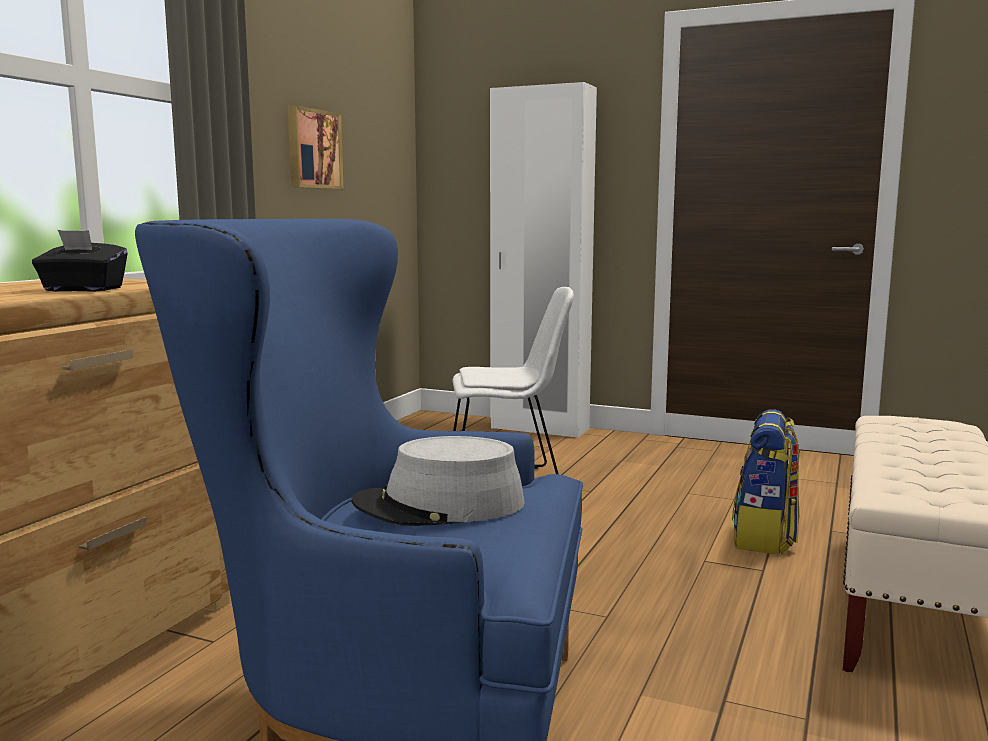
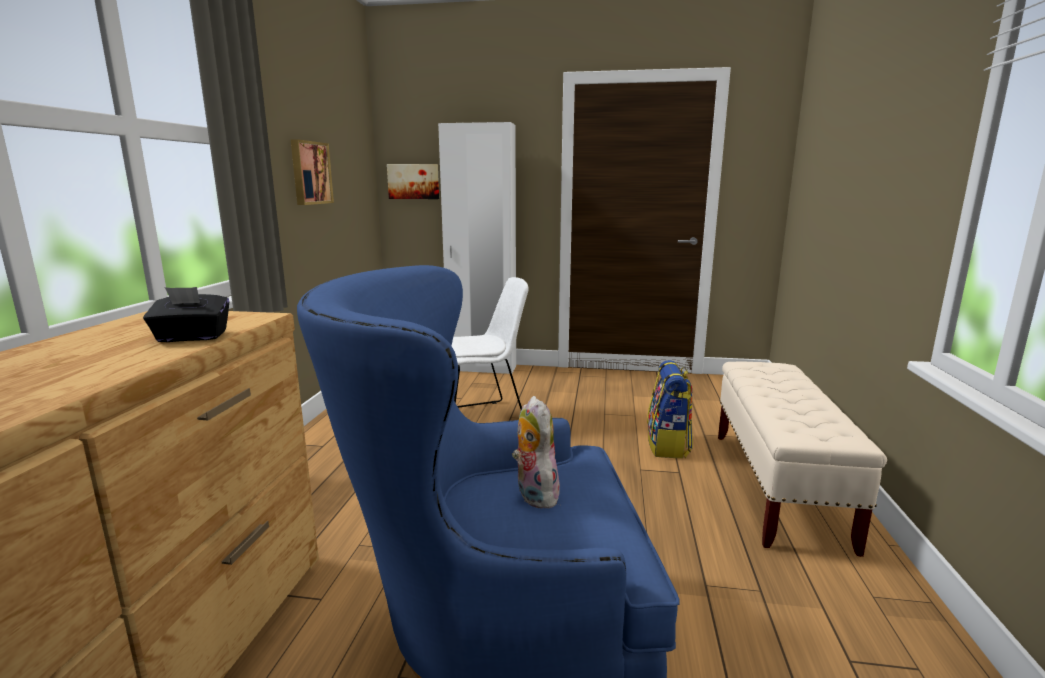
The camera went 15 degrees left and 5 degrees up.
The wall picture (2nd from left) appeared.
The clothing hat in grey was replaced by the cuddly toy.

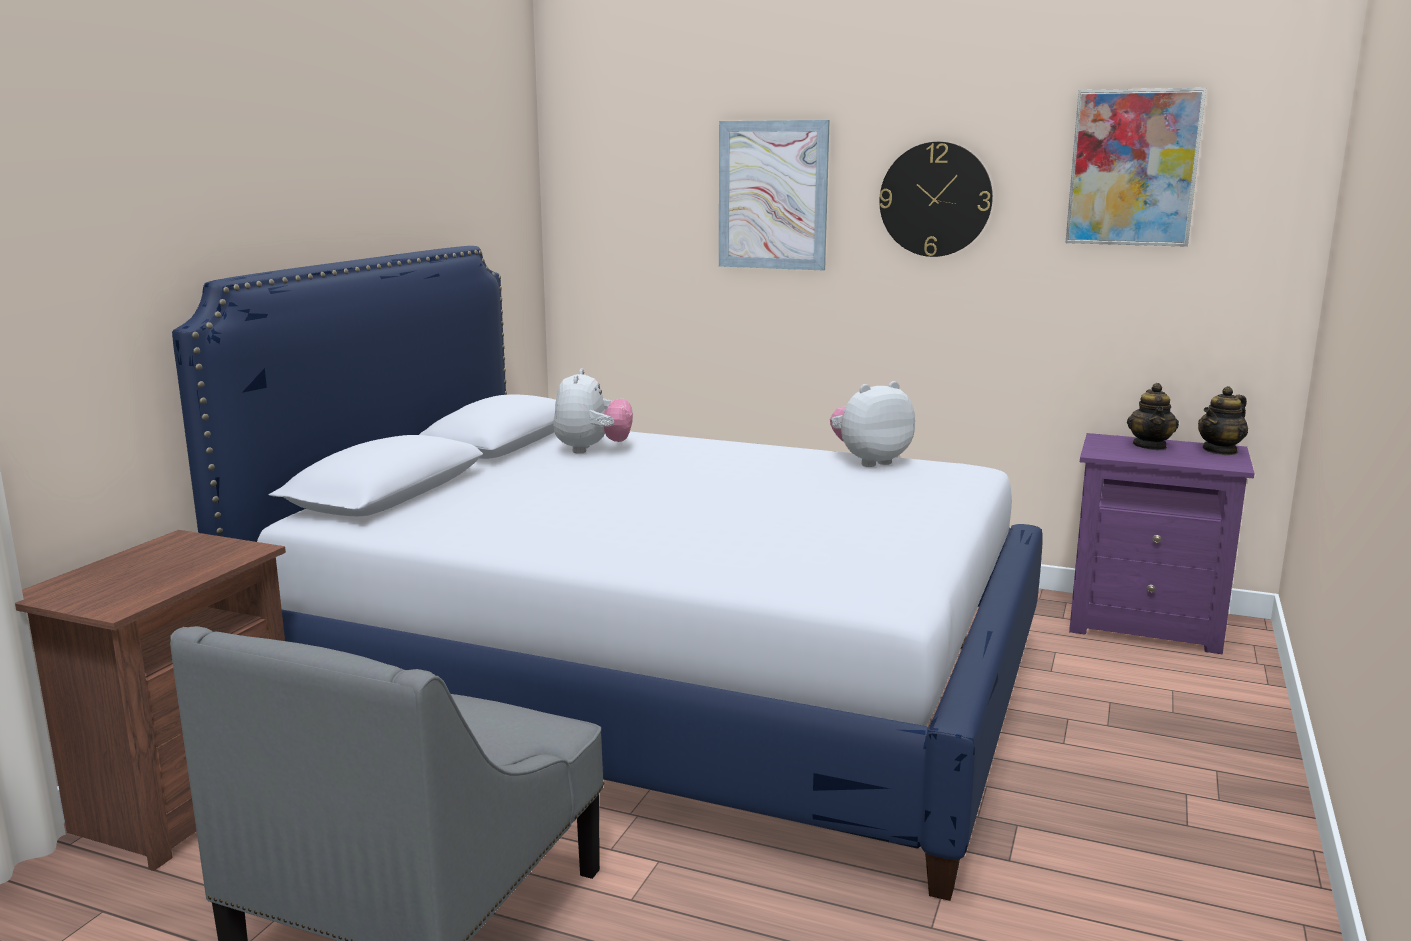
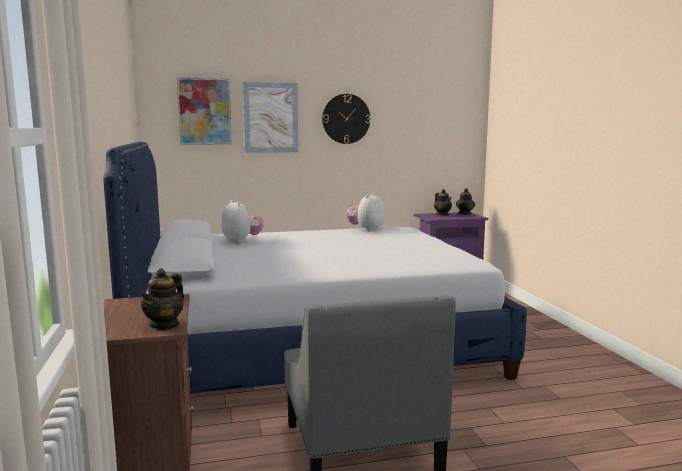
The camera went 35 degrees left and 5 degrees down.
The tea pot (1st from left) appeared.
The wall picture (2nd from left in the first image) moved.

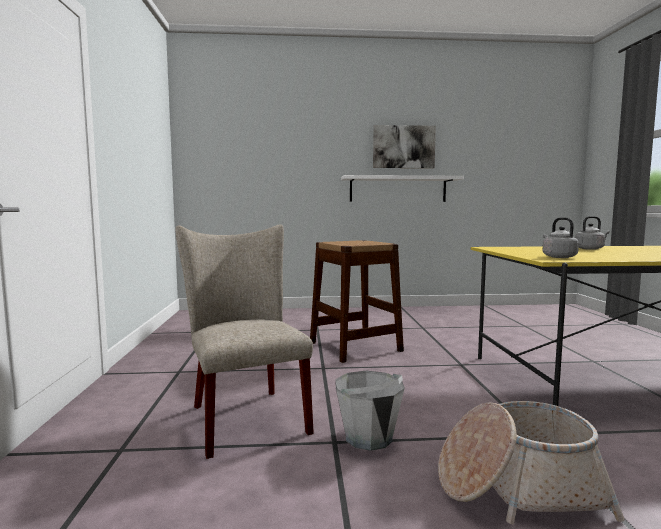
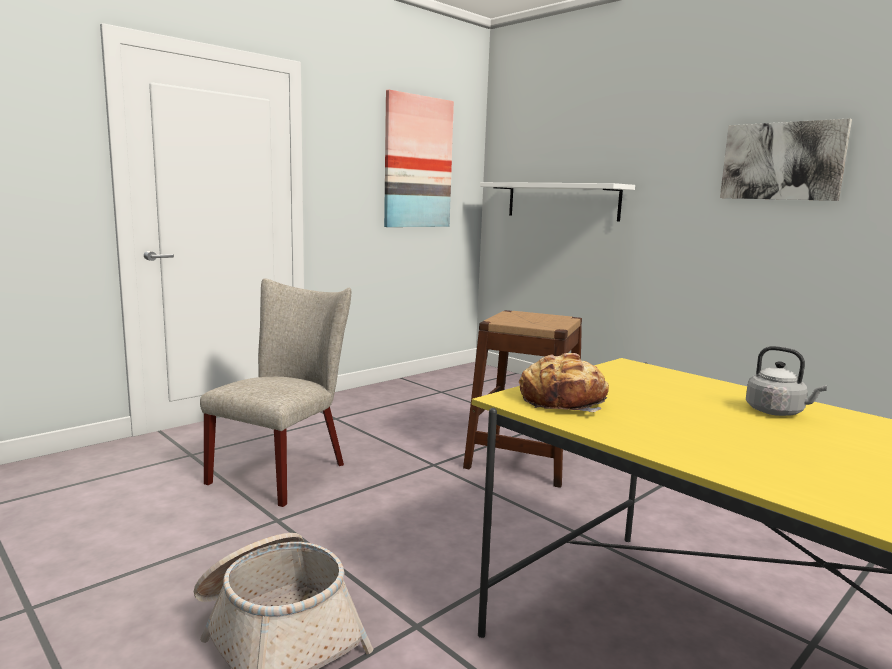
The camera went 50 degrees right and 5 degrees up.
The wall picture (1st from left) appeared.
The bracket shelf in white moved.
The tea kettle in grey (1st from left) was replaced by the baked bread.
The water bucket in grey disappeared.

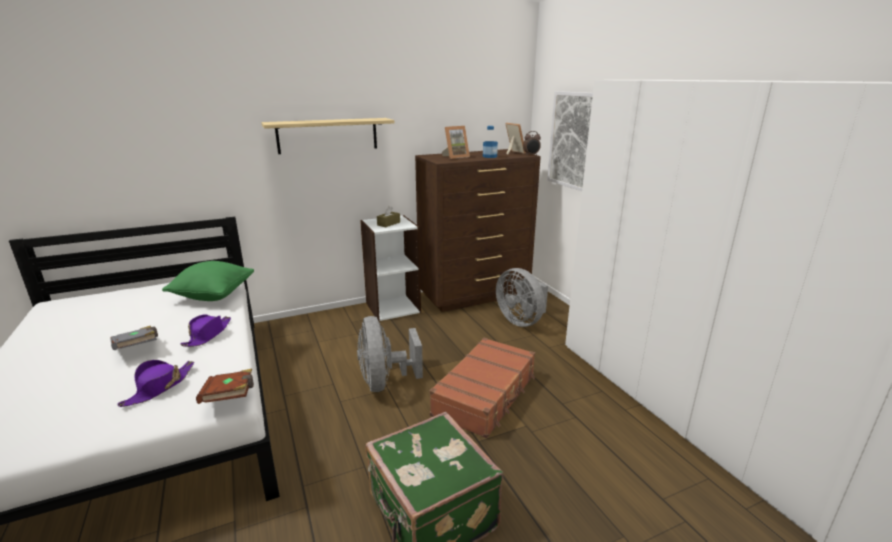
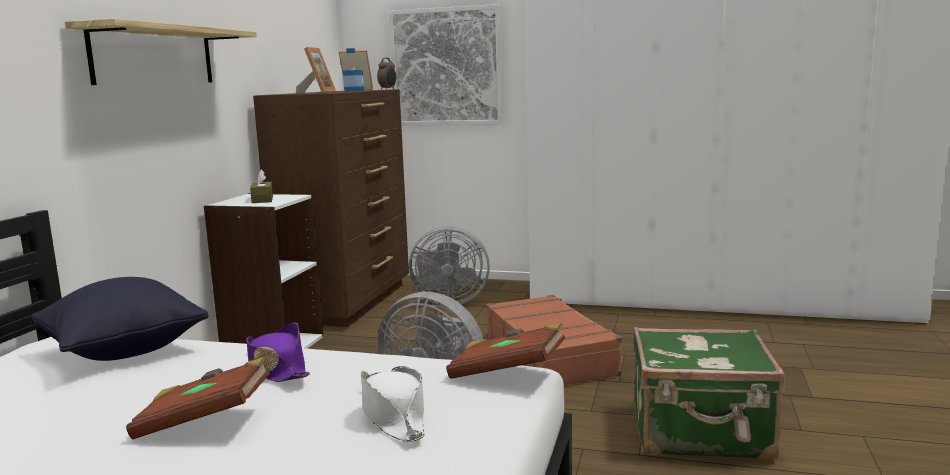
The camera went 50 degrees left and 10 degrees down.
The pillow in greenish became the pillow in black-coloured.
The book in grey became the book in brown-coloured (1st from left).
The clothing hat in purplish (1st from left) became the clothing hat in white.

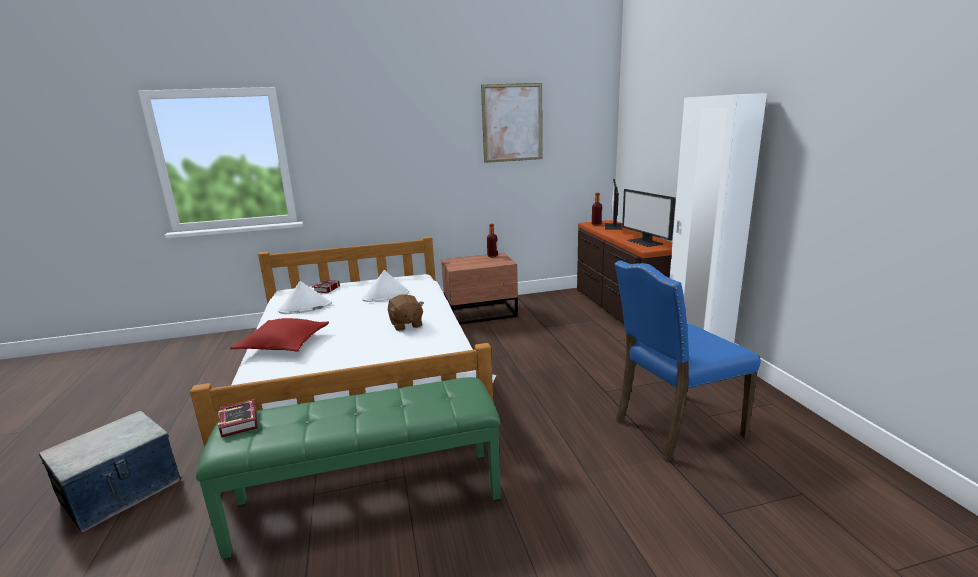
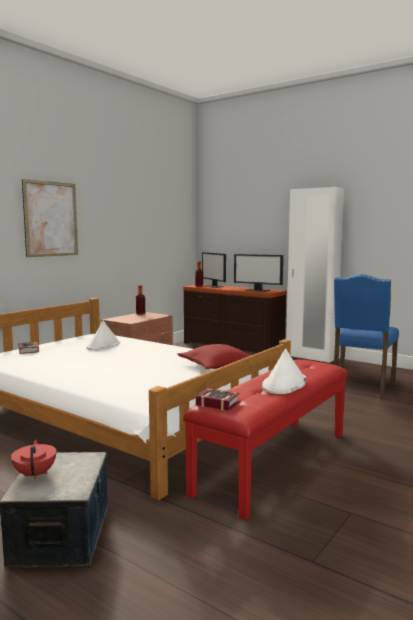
The camera went 40 degrees left and 10 degrees down.
The tea pot in red-coloured appeared.
The wall picture moved.
The pillow in red-coloured moved.
The indoor bench in greenish became the indoor bench in red-coloured.
The clothing hat in white (1st from left in the first image) moved.
The cuddly toy in brown-coloured disappeared.

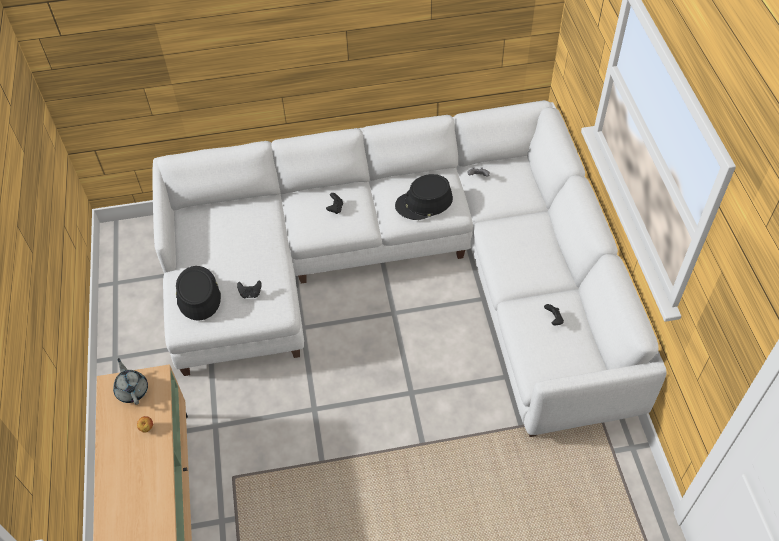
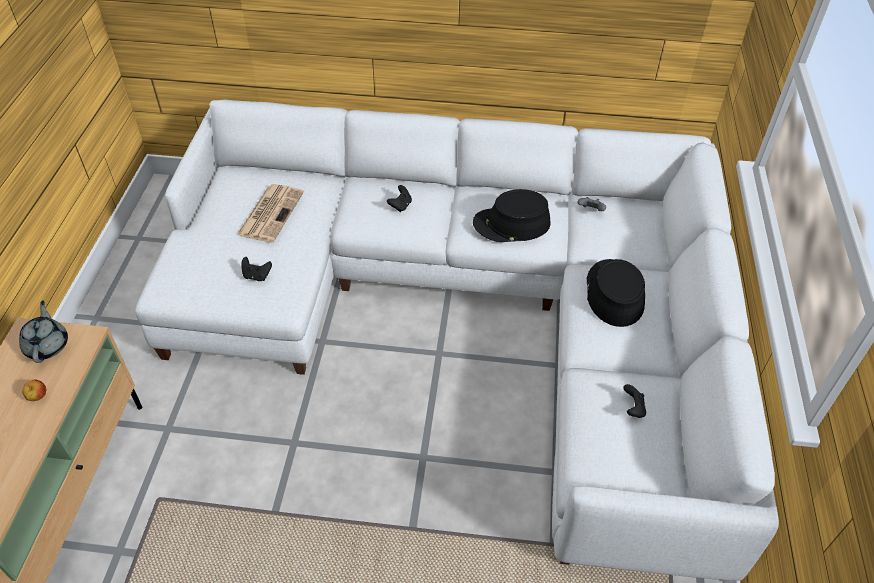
The camera went 15 degrees right and 5 degrees down.
The newspaper appeared.
The clothing hat in black-coloured (1st from left in the first image) moved.

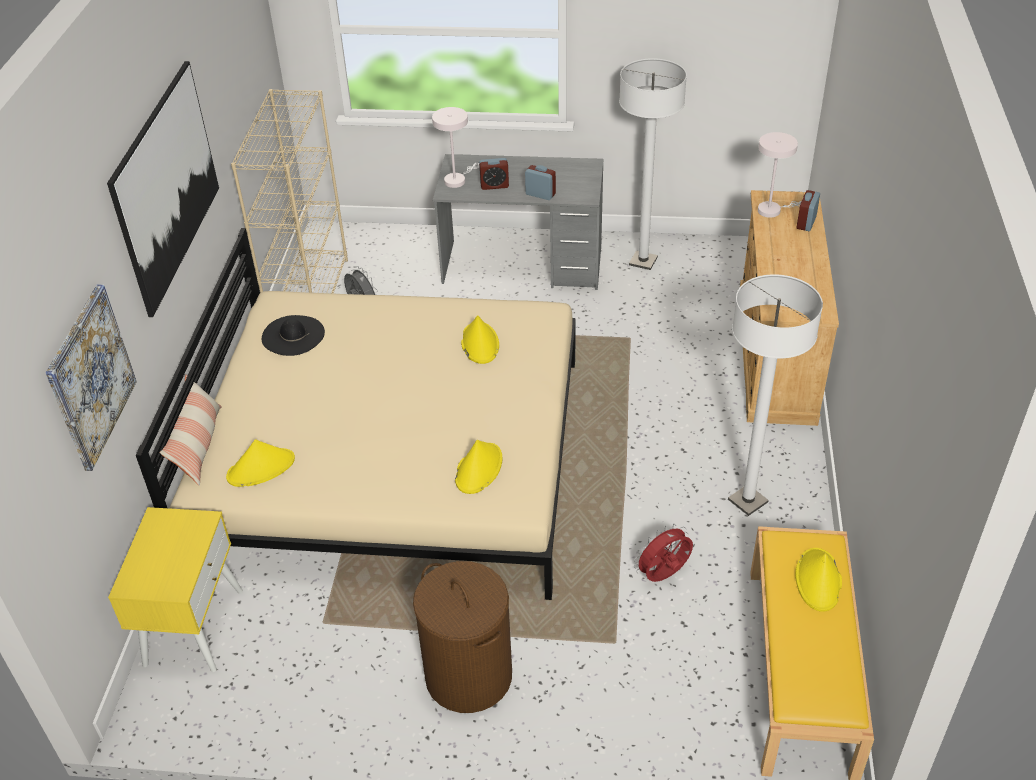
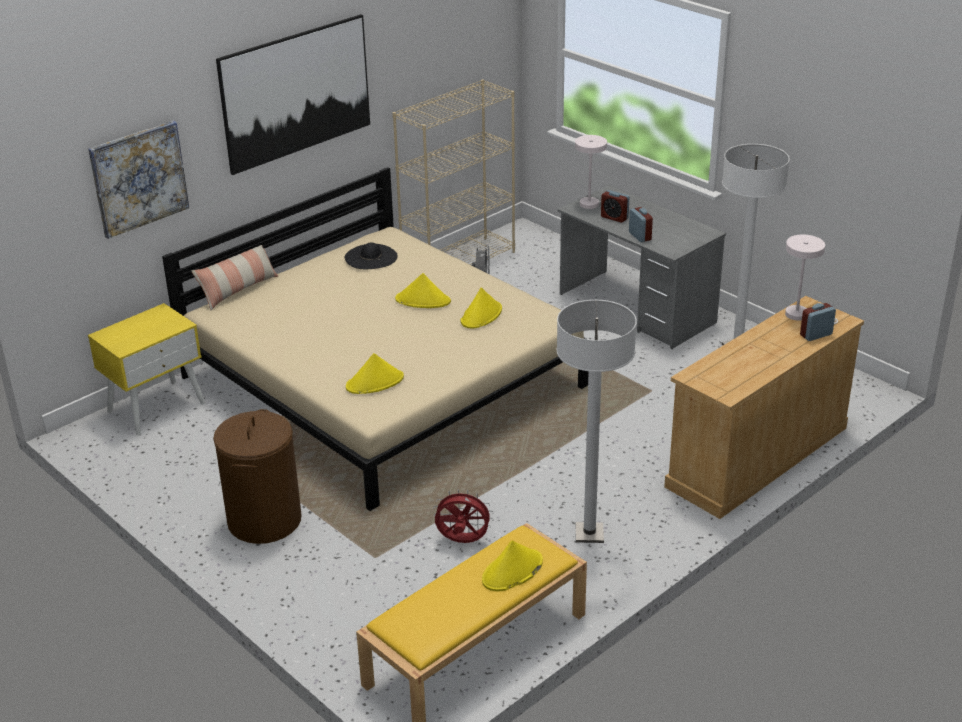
The camera went 40 degrees right and 10 degrees down.
The clothing hat in yellow-coloured (1st from left in the first image) moved.

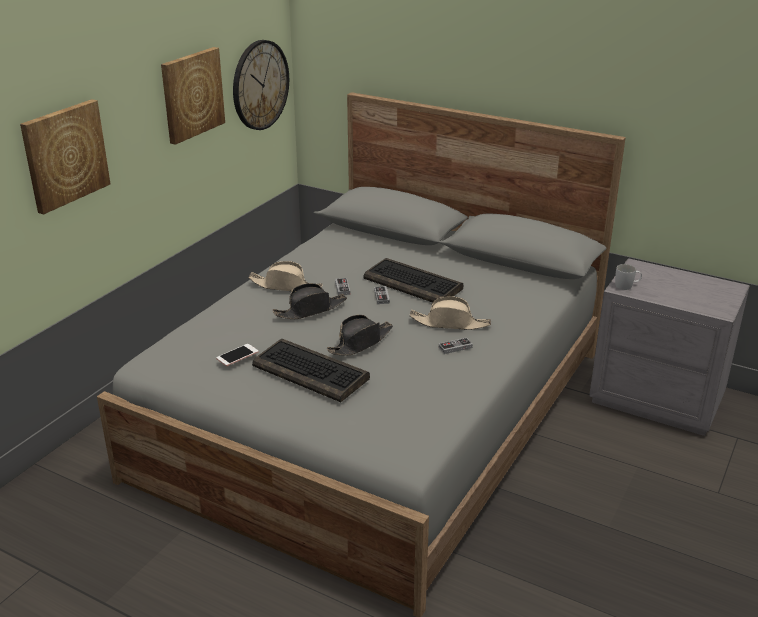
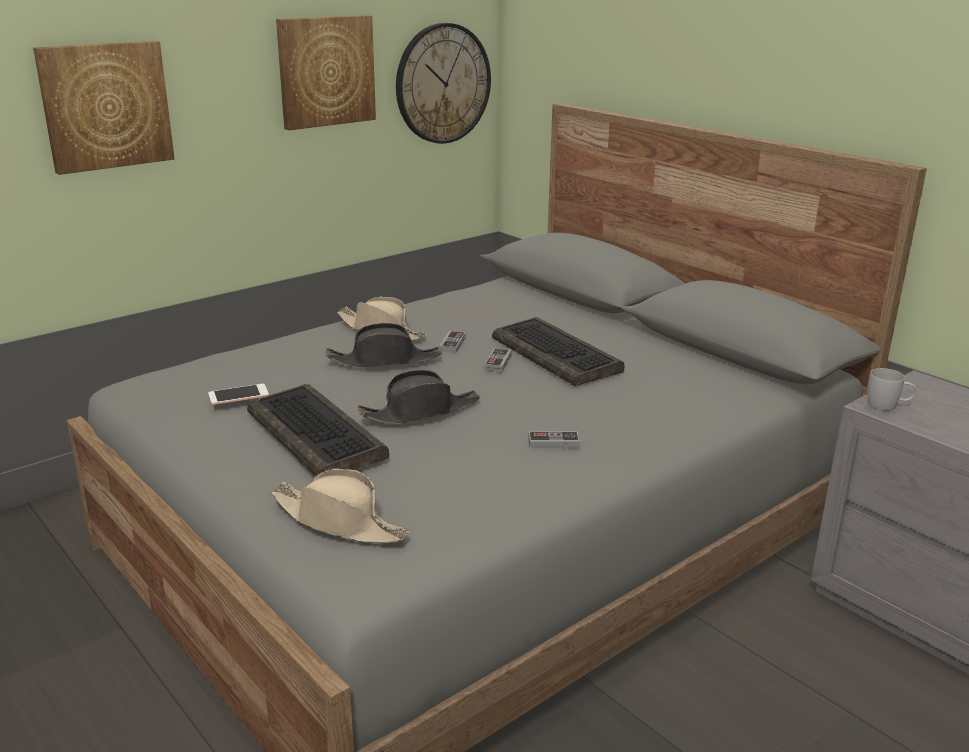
The camera went 20 degrees right and 5 degrees down.
The clothing hat in beige (2nd from left in the first image) moved.

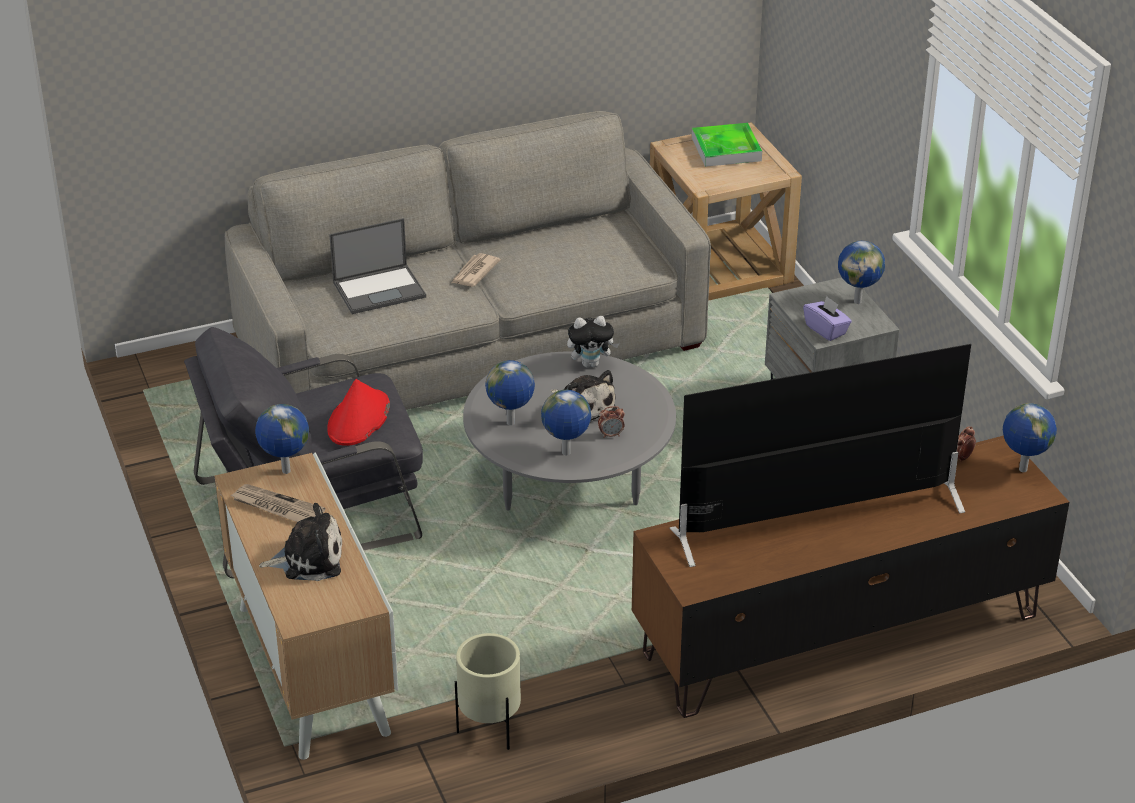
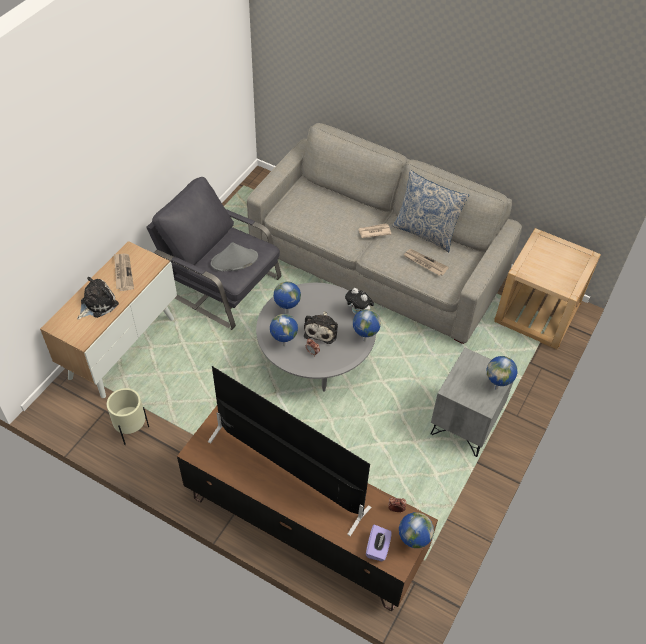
The camera went 50 degrees right and 15 degrees up.
The cuddly toy (1st from left) turned 90 degrees counterclockwise.
The clothing hat in red-coloured became the clothing hat in grey.
The desk globe (1st from left in the first image) moved.
The tissue box in purplish moved.
The pillow appeared.
The newspaper (3rd from left) appeared.
The notebook computer disappeared.
The tray disappeared.

